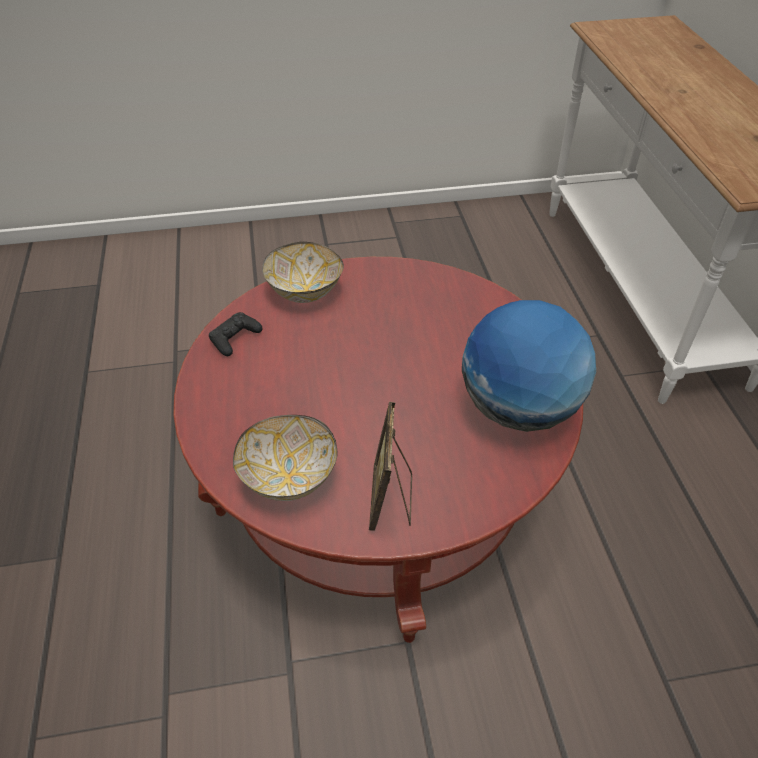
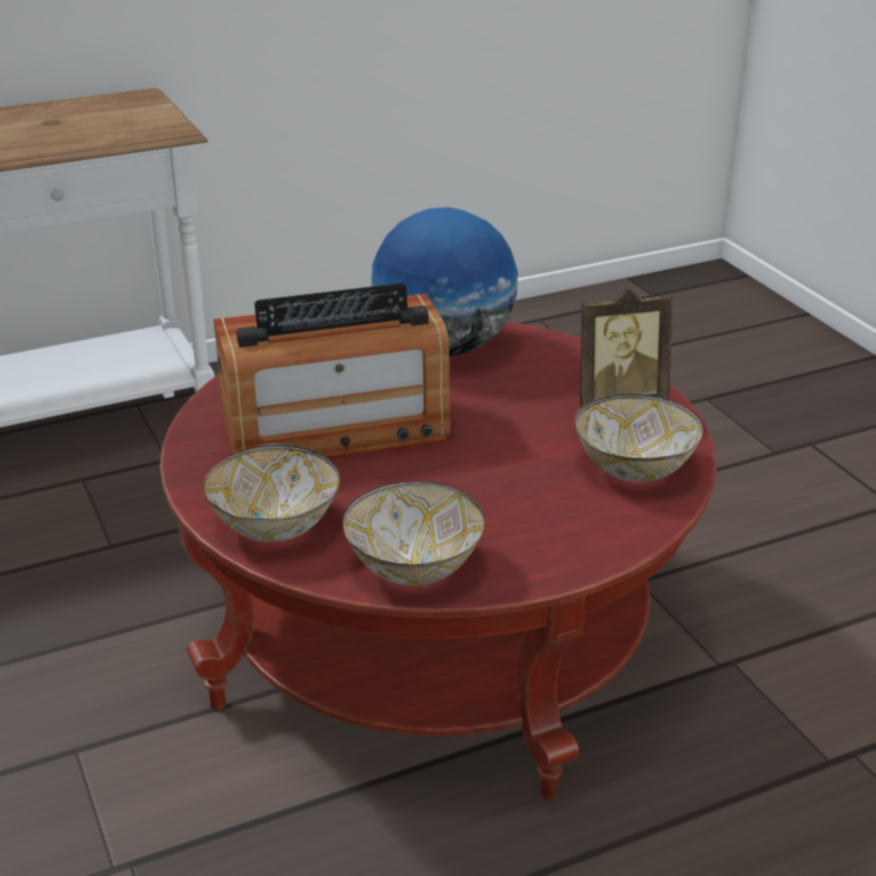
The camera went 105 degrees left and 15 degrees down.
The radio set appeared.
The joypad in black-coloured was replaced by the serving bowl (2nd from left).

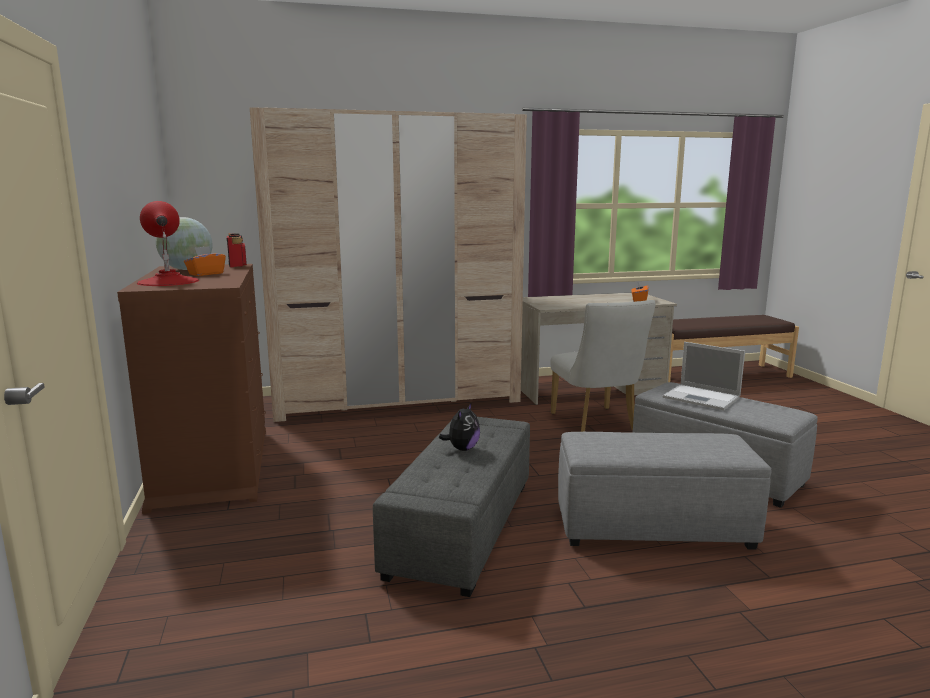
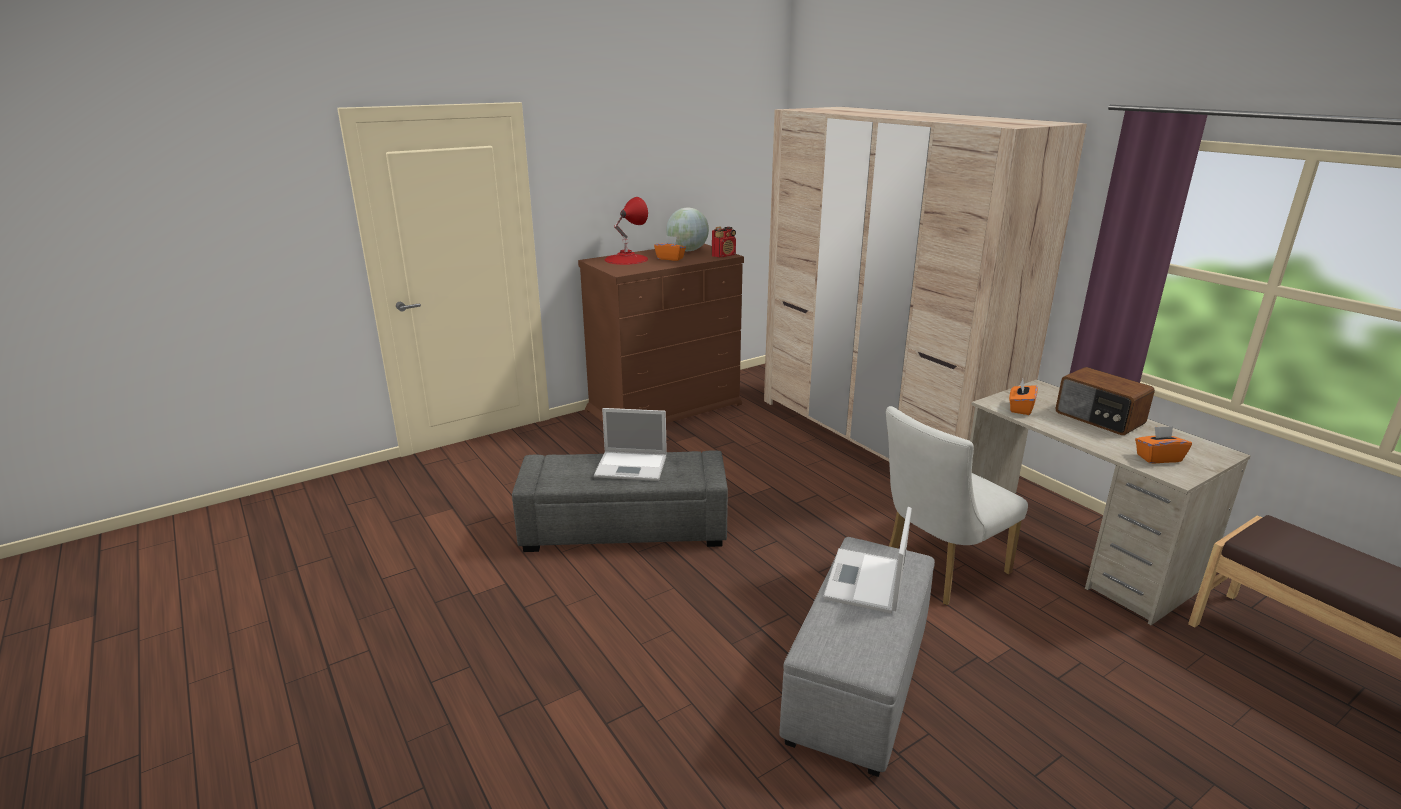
The camera went 70 degrees right and 10 degrees up.
The cuddly toy was replaced by the notebook computer (1st from left).
The tissue box in orange (2nd from left) appeared.
The radio set (2nd from left) appeared.
The footrest in grey (2nd from left) disappeared.

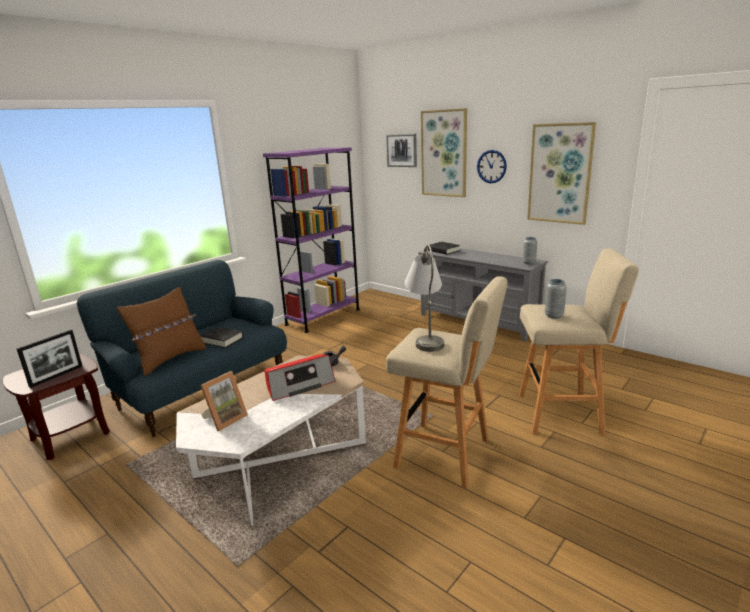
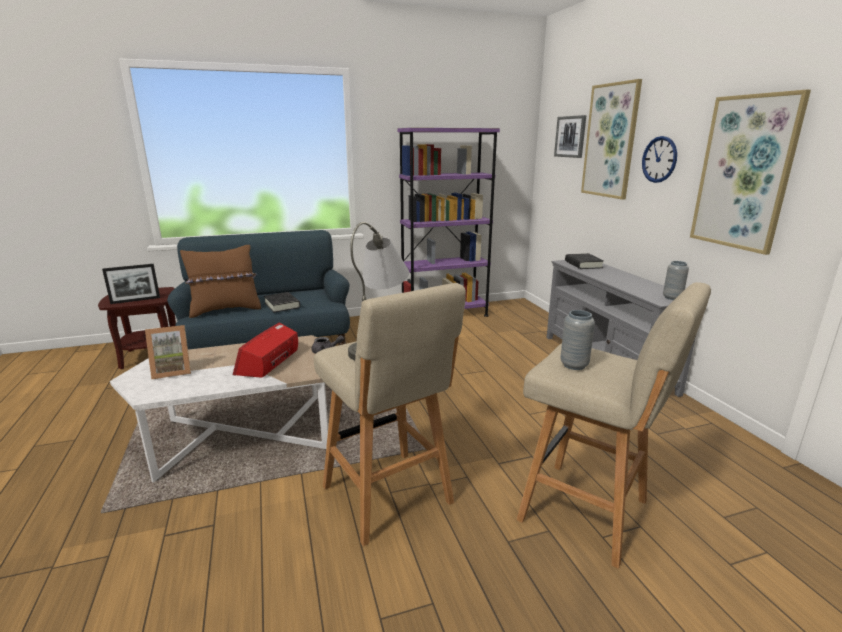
The camera went 30 degrees right and 0 degrees up.
The radio set turned 105 degrees clockwise.

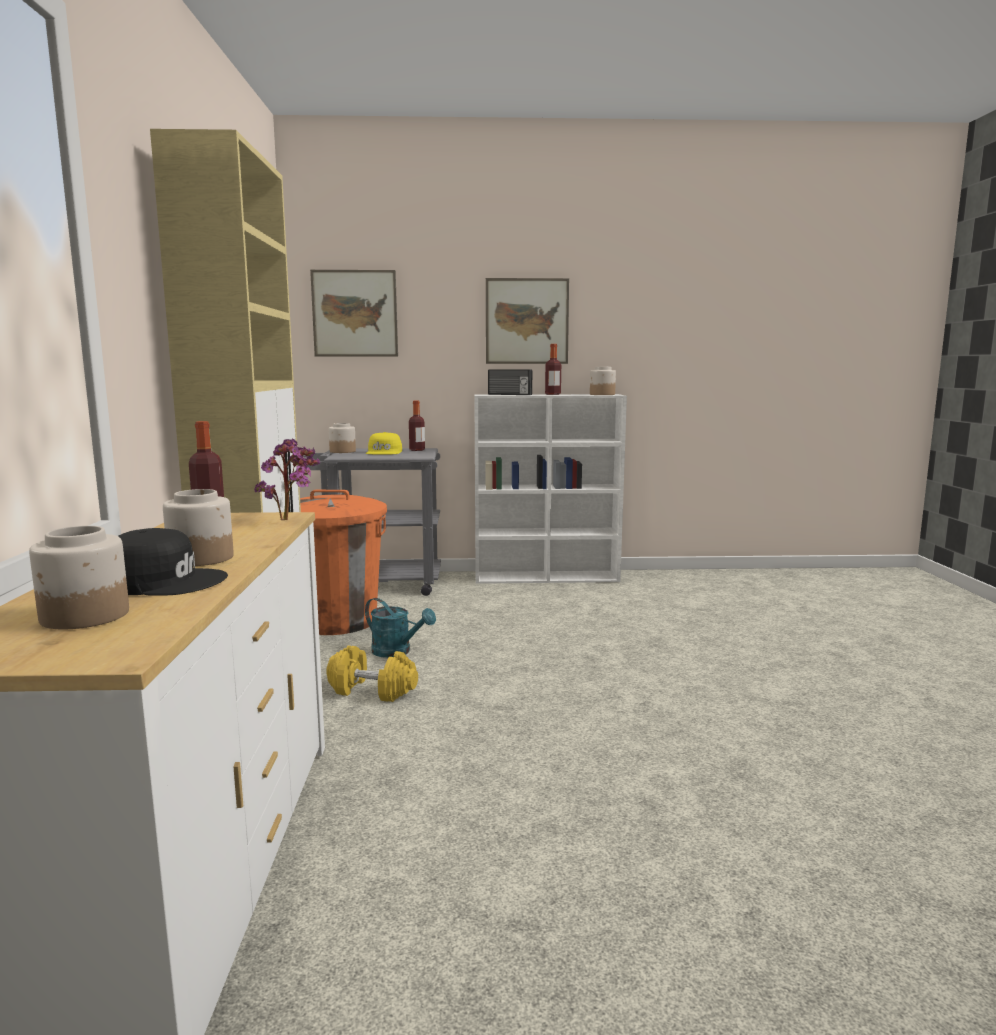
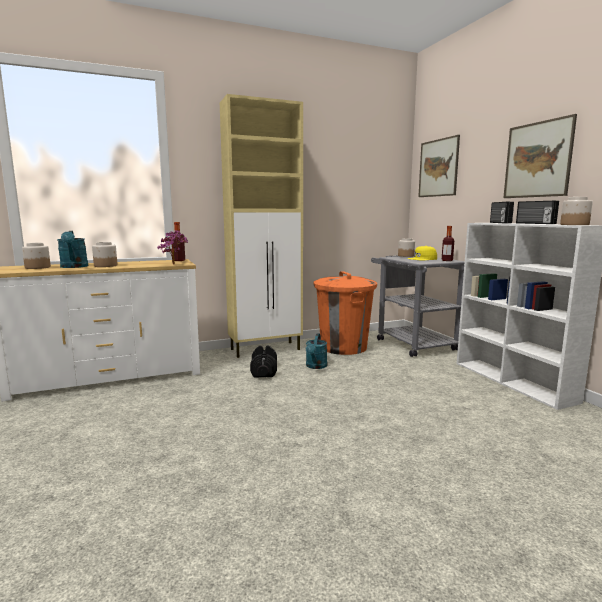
The camera went 70 degrees right and 0 degrees up.
The peaked cap in black-coloured was replaced by the sprinkling can in blue-green (1st from left).
The free weight in yellow-coloured became the free weight in black-coloured.
The drink bottle (3rd from left) was replaced by the radio set (2nd from left).

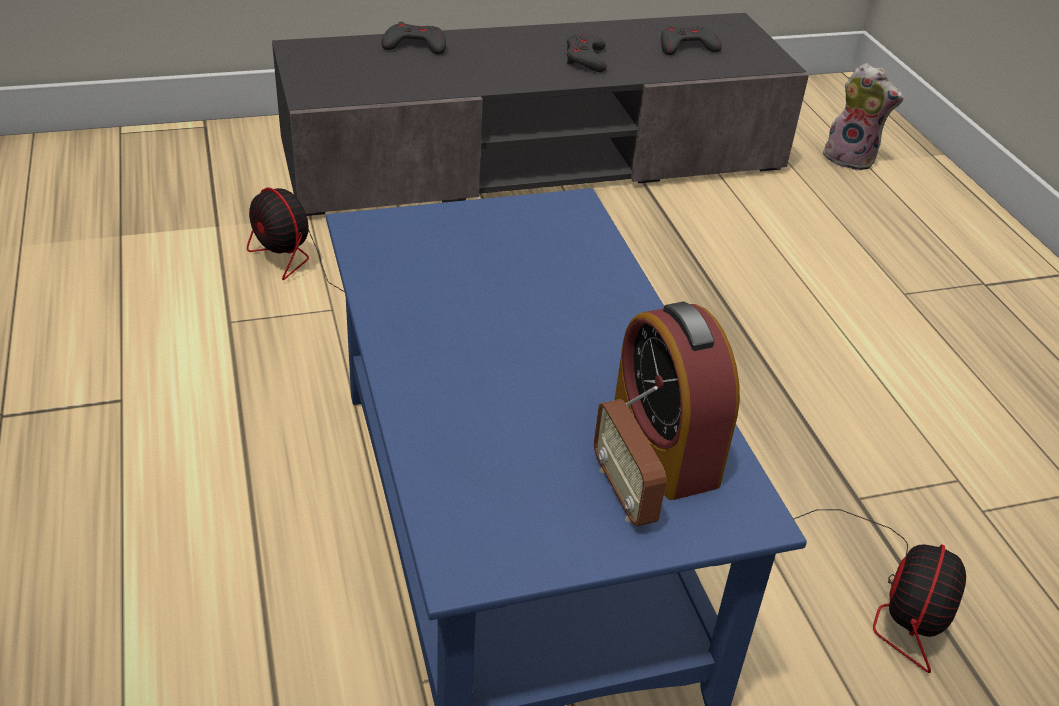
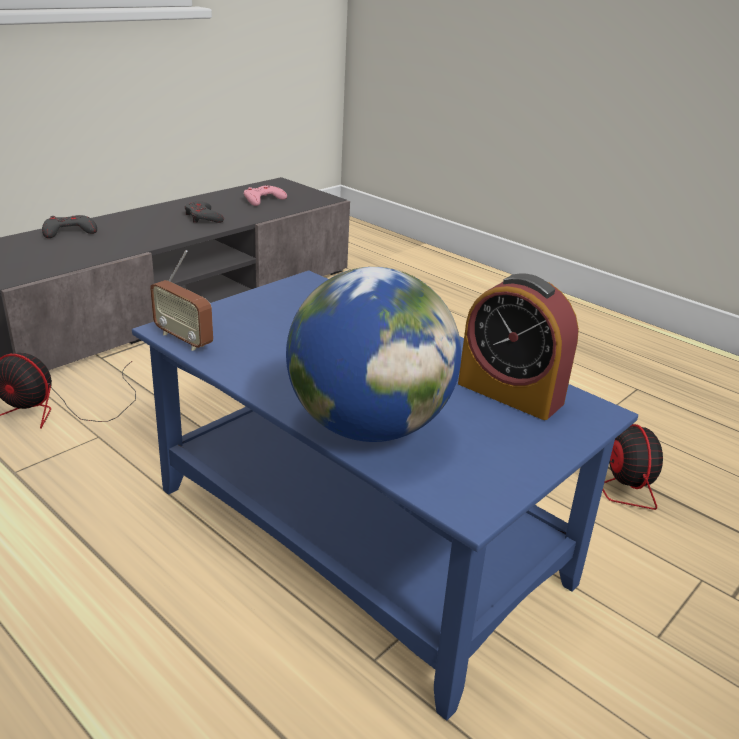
The camera went 30 degrees left and 10 degrees down.
The radio set moved.
The joypad in grey (3rd from left) became the joypad in pinkish.
The desk globe appeared.
The cuddly toy disappeared.

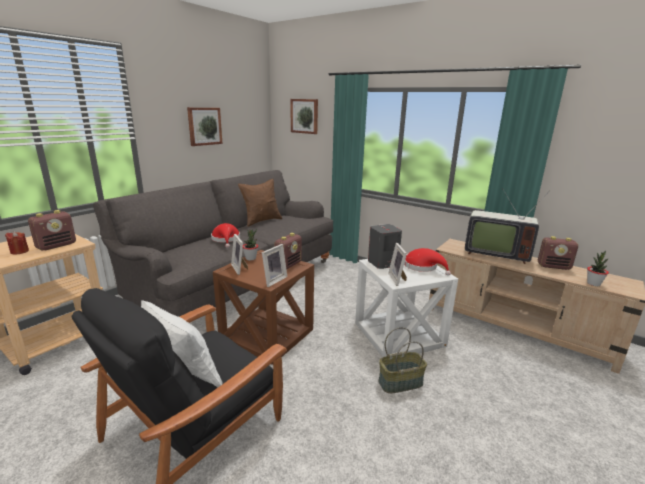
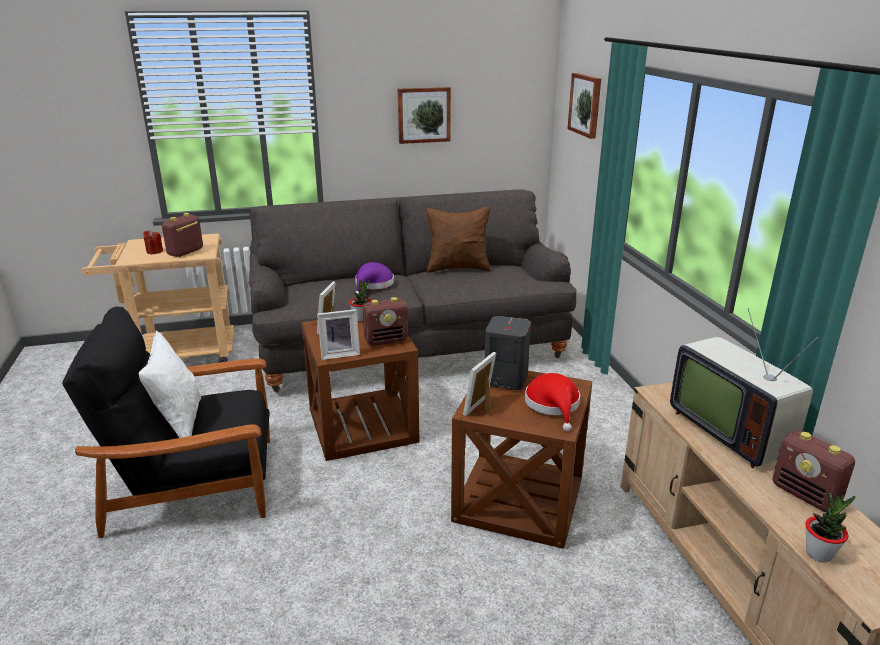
The camera went 40 degrees right and 5 degrees up.
The radio set (1st from left) turned 135 degrees clockwise.
The clothing hat in red-coloured (1st from left) became the clothing hat in purplish.
The side table in white became the side table in brown-coloured (2nd from left).
The storage basket disappeared.

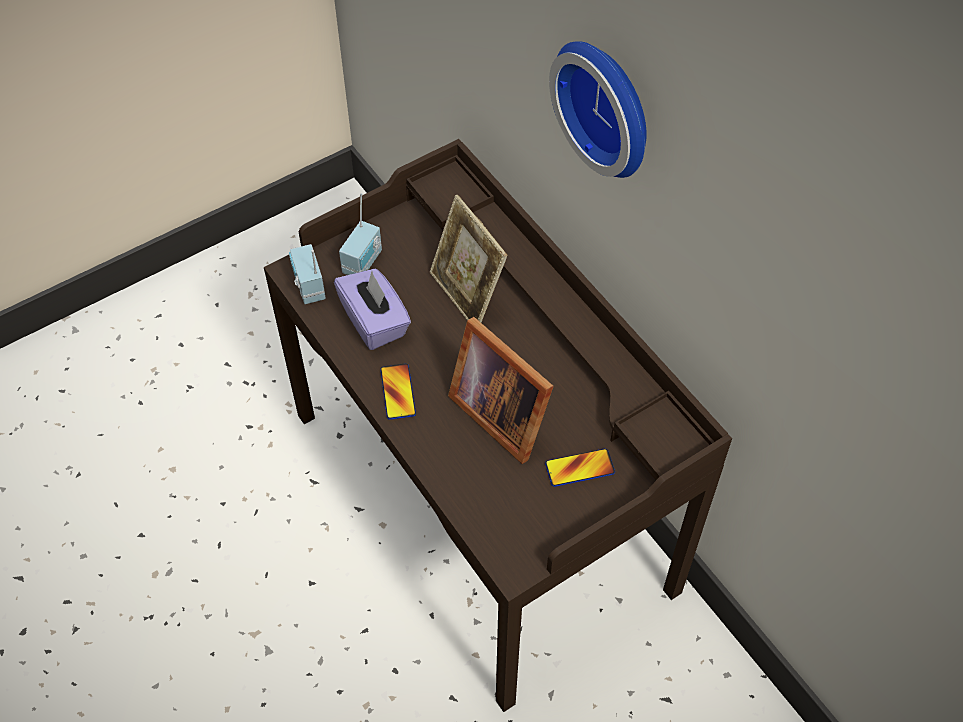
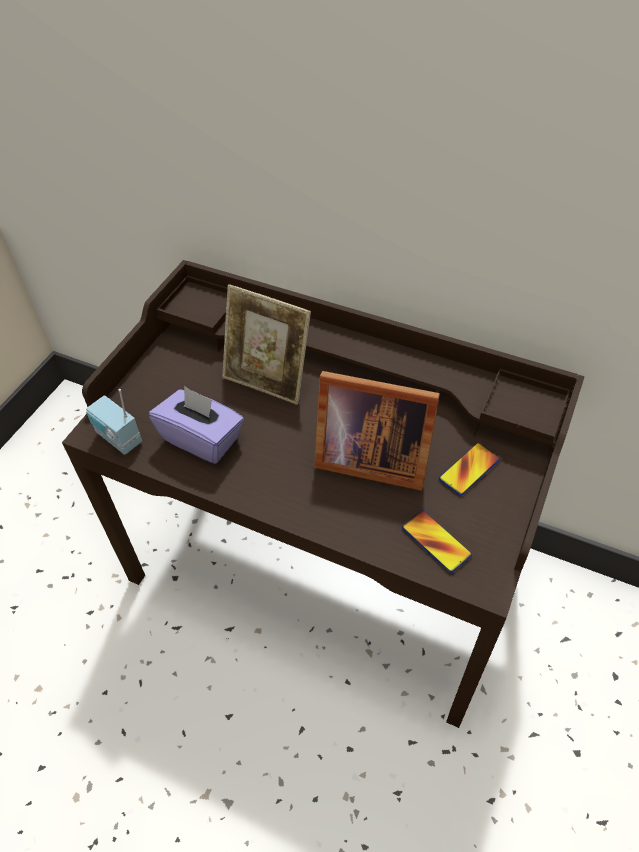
The camera went 30 degrees left and 5 degrees down.
The telephone (1st from left) moved.
The radio set (2nd from left) disappeared.
The clock on the wall disappeared.

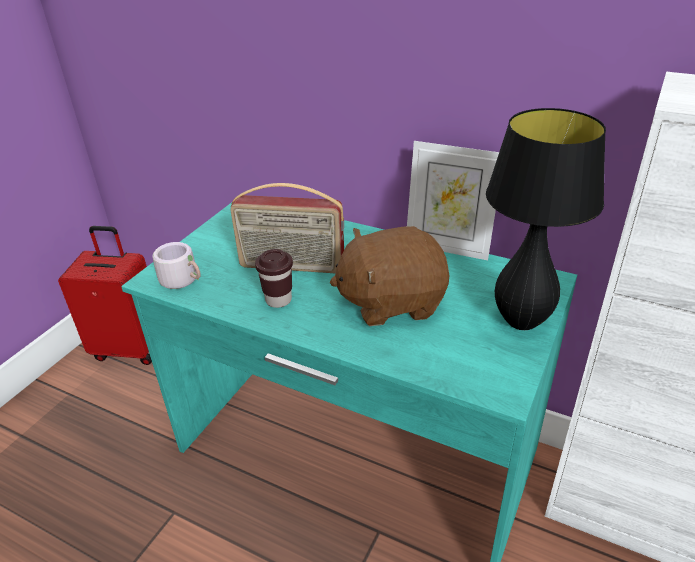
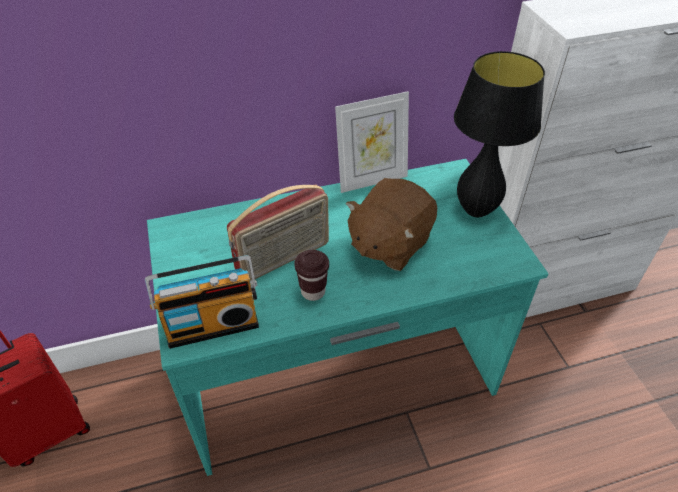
The camera went 45 degrees left and 10 degrees up.
The coffee mug in grey was replaced by the radio set (1st from left).

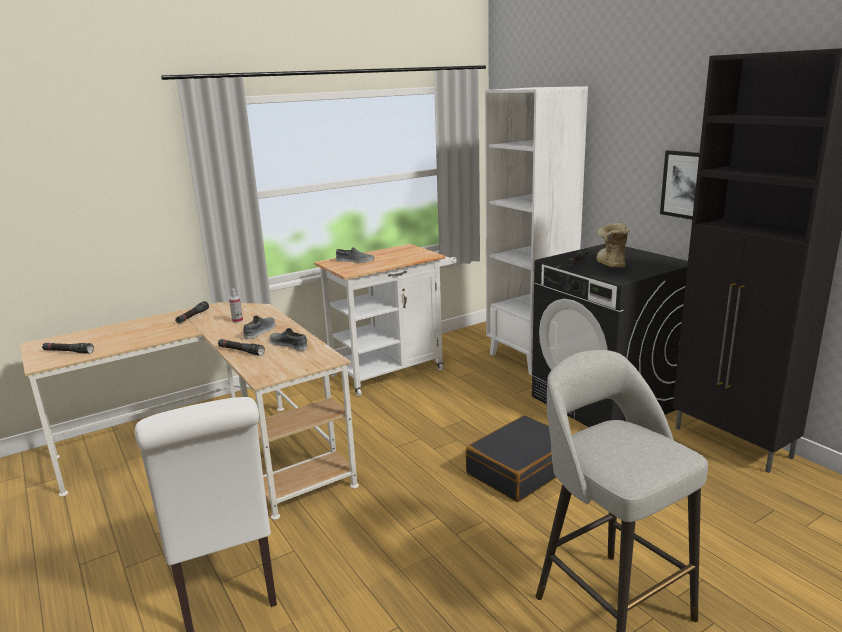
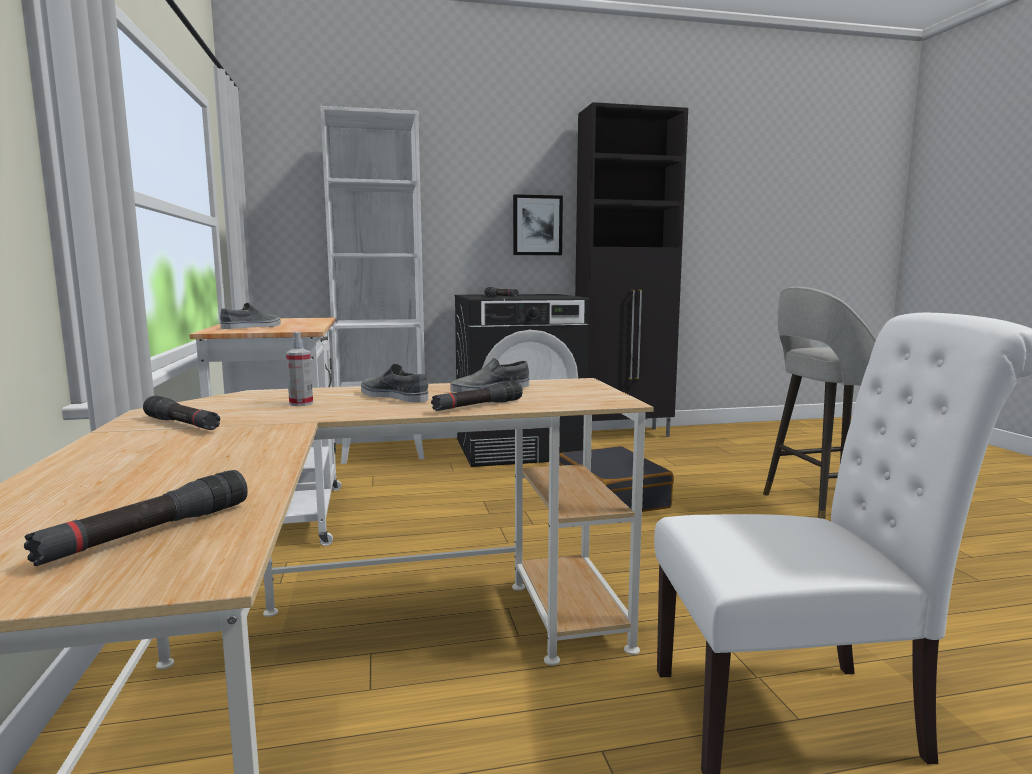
The camera went 70 degrees left and 10 degrees down.
The high-top boot disappeared.

